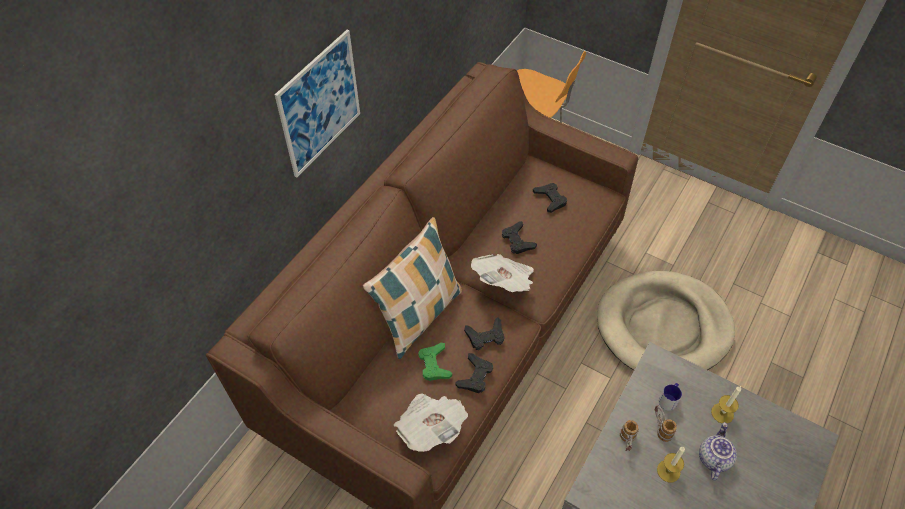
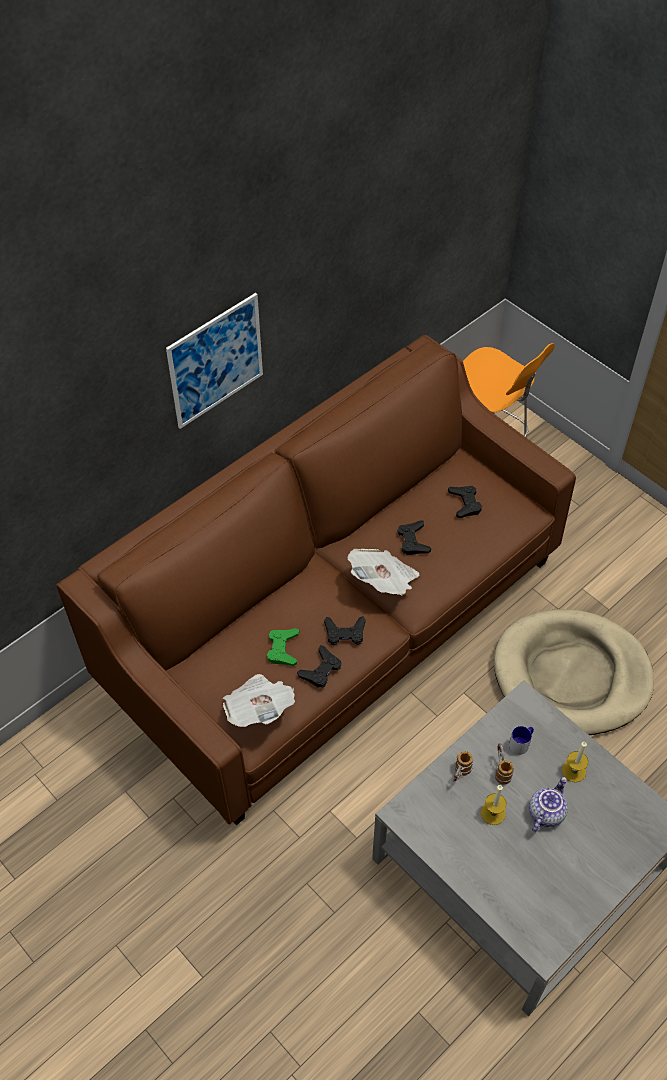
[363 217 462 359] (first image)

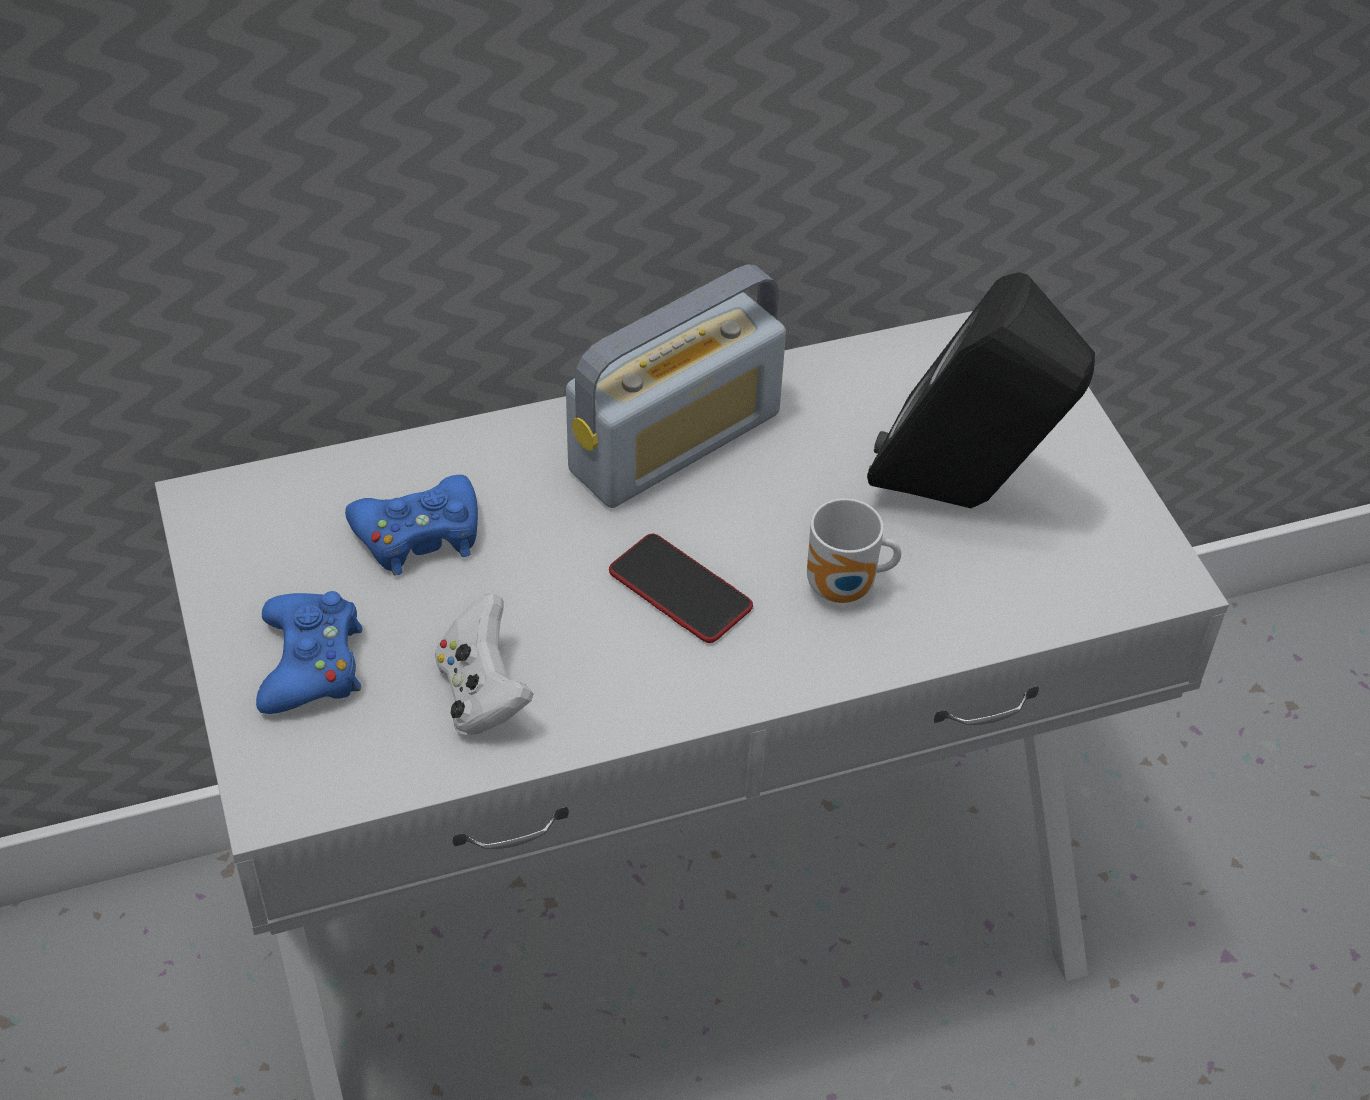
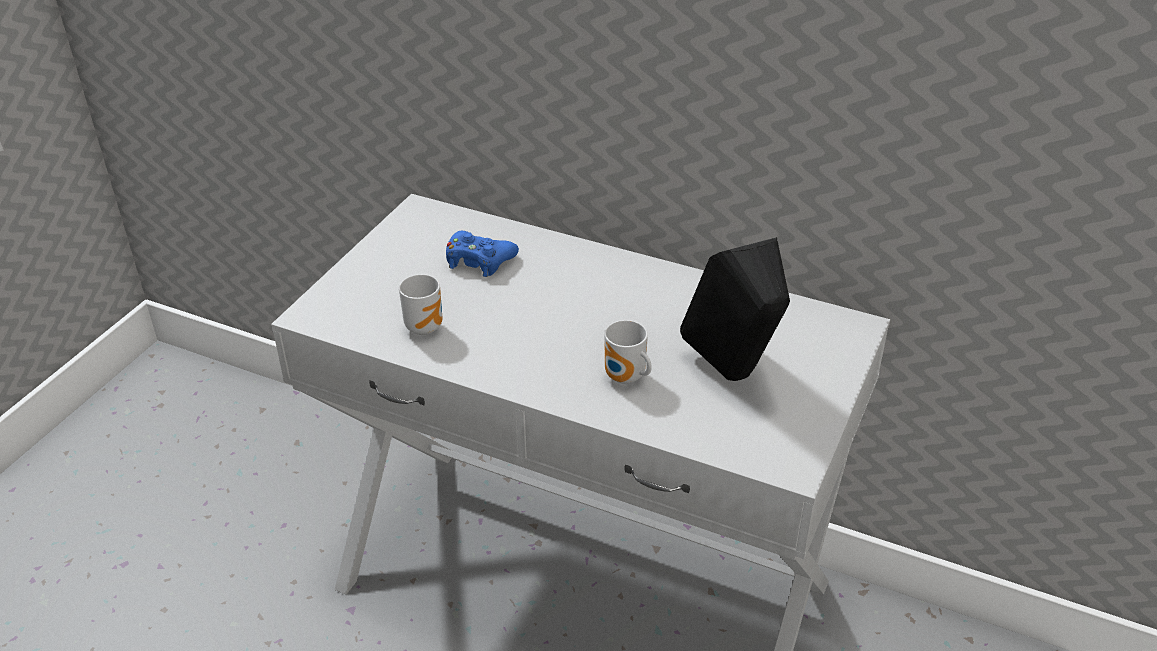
[256 591 362 714] (first image)
[566 264 786 508] (first image)
[609 534 753 643] (first image)
[399 274 442 335]

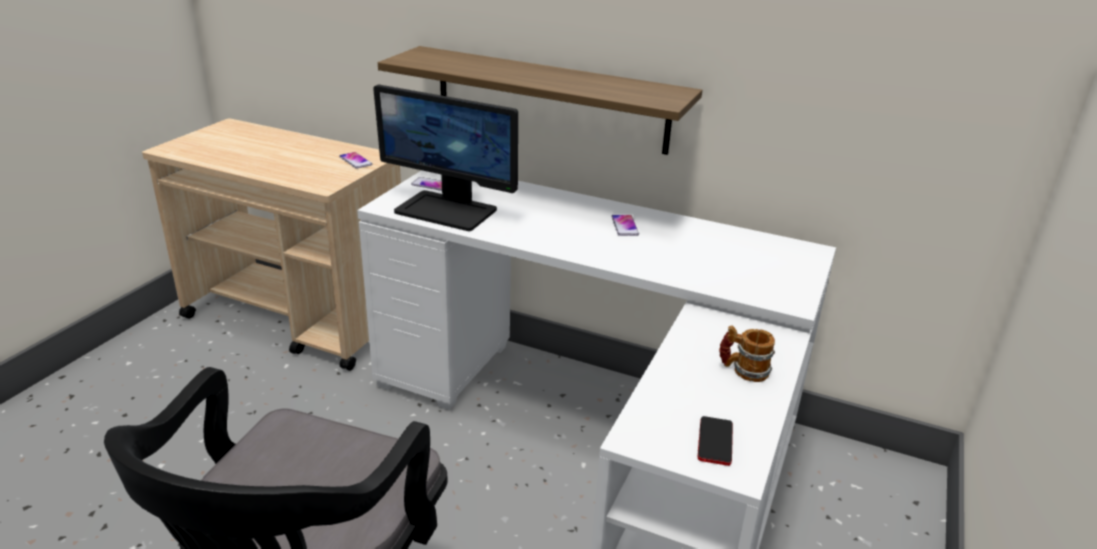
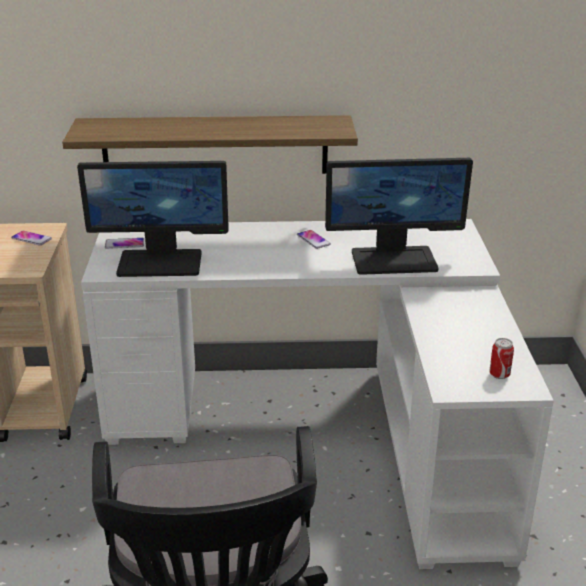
[719 325 775 382] (first image)
[325 158 473 275]
[489 338 514 379]

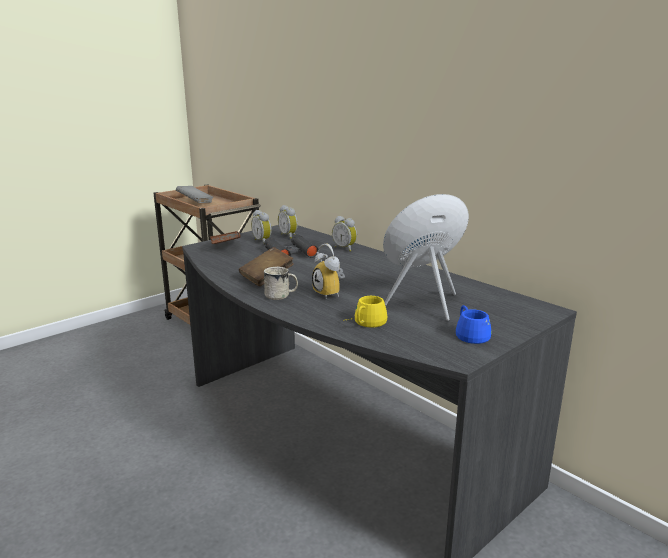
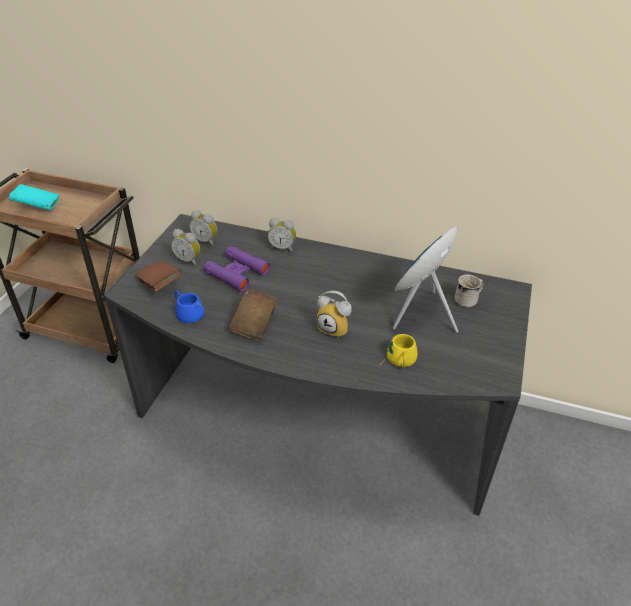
[455 275 483 307]
[174 290 204 323]
[9 184 59 210]
[203 246 270 292]

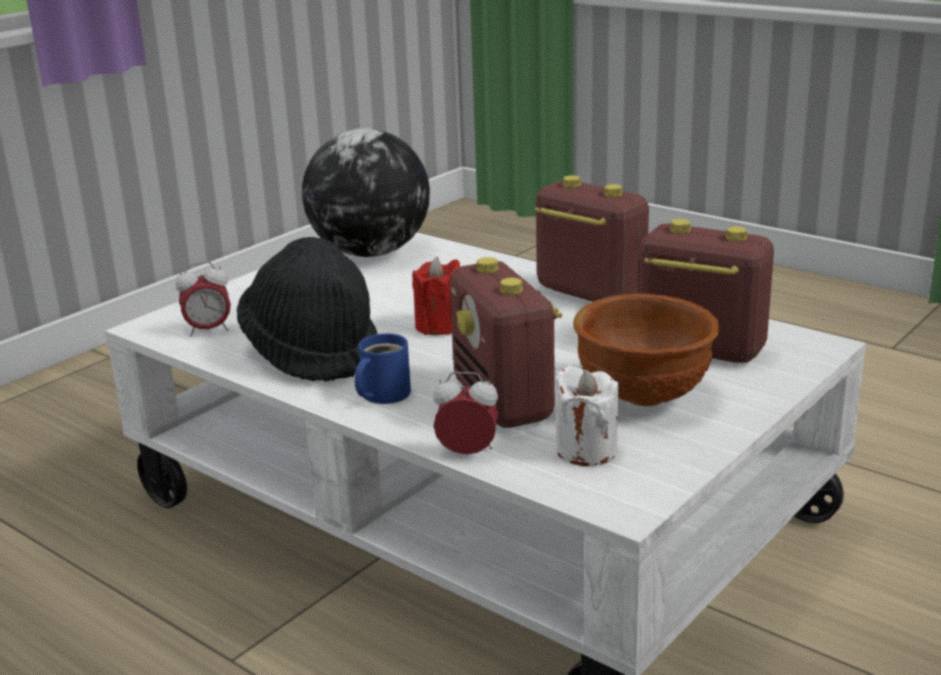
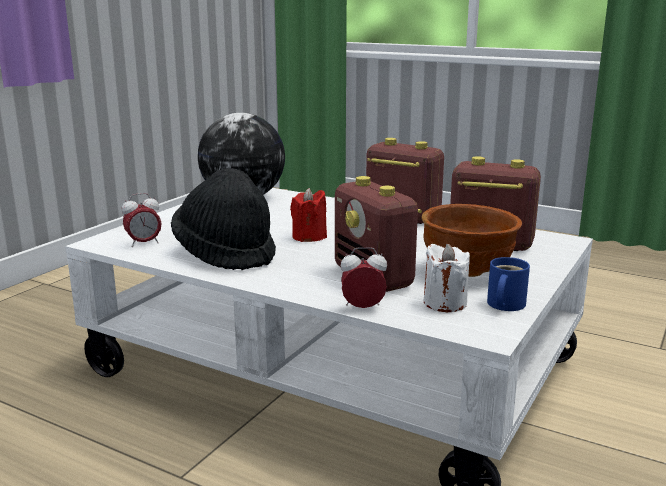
[487 257 530 311]

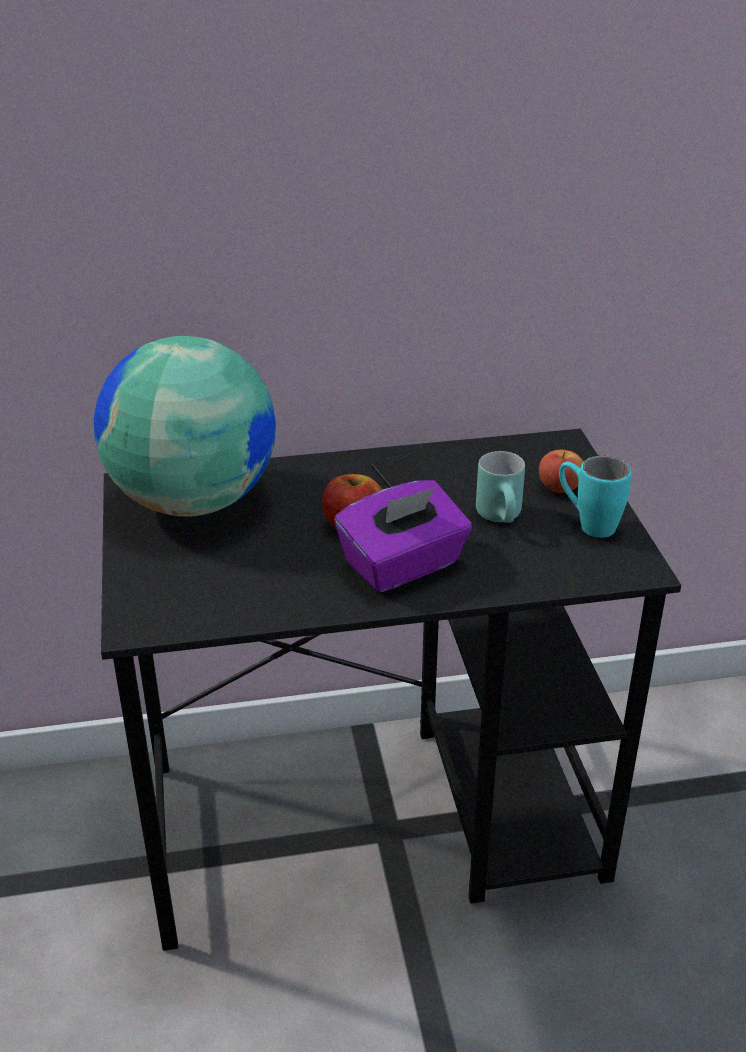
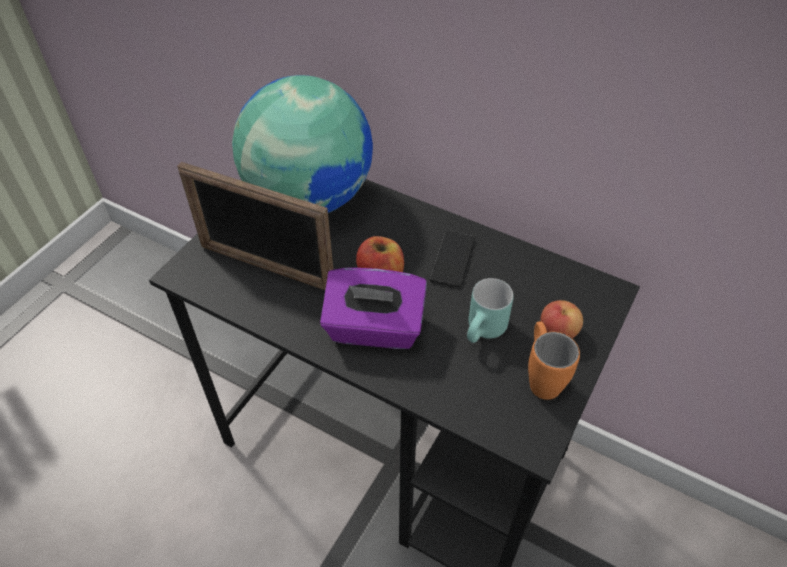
[177 162 333 290]
[528 321 580 400]

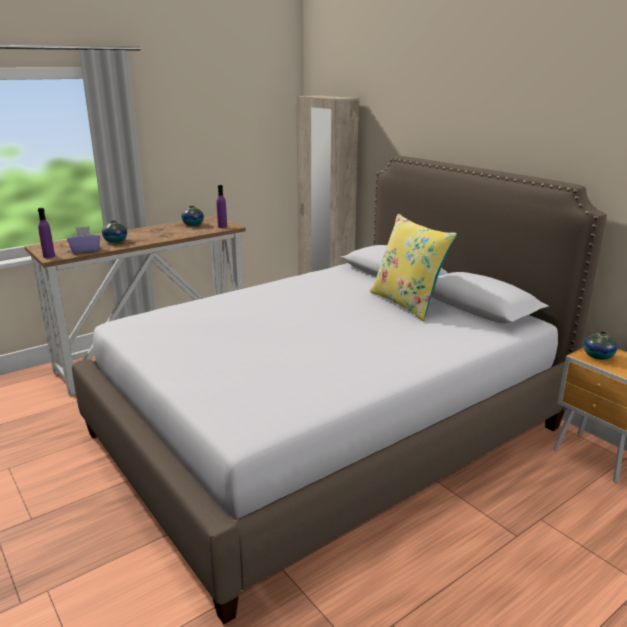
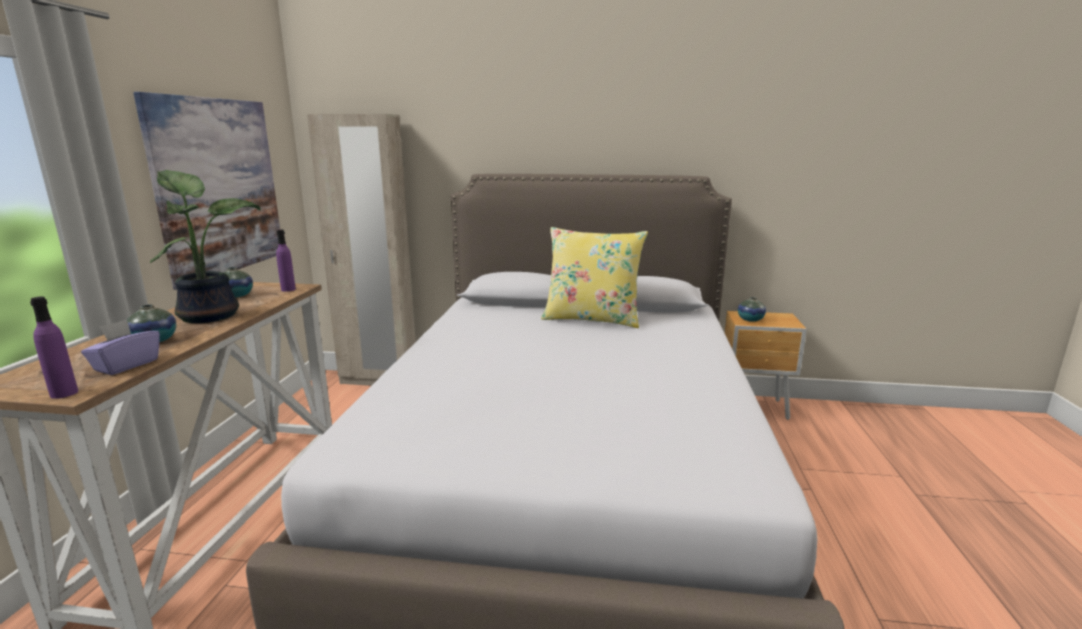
[133 92 280 290]
[150 170 261 323]

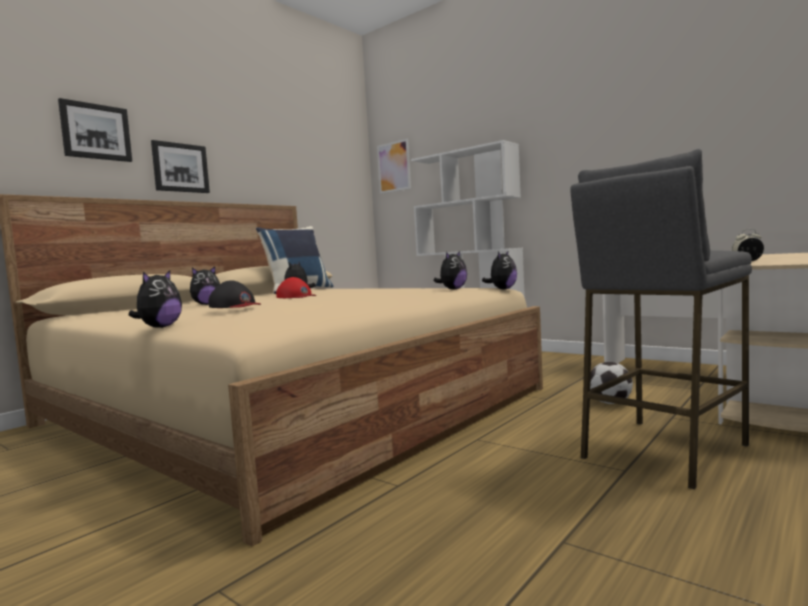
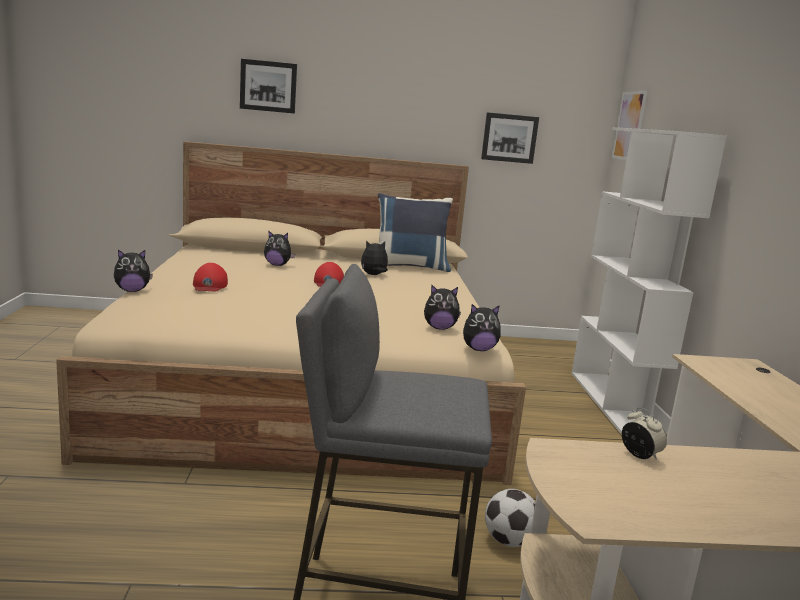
[481 112 539 164]
[193 263 228 292]

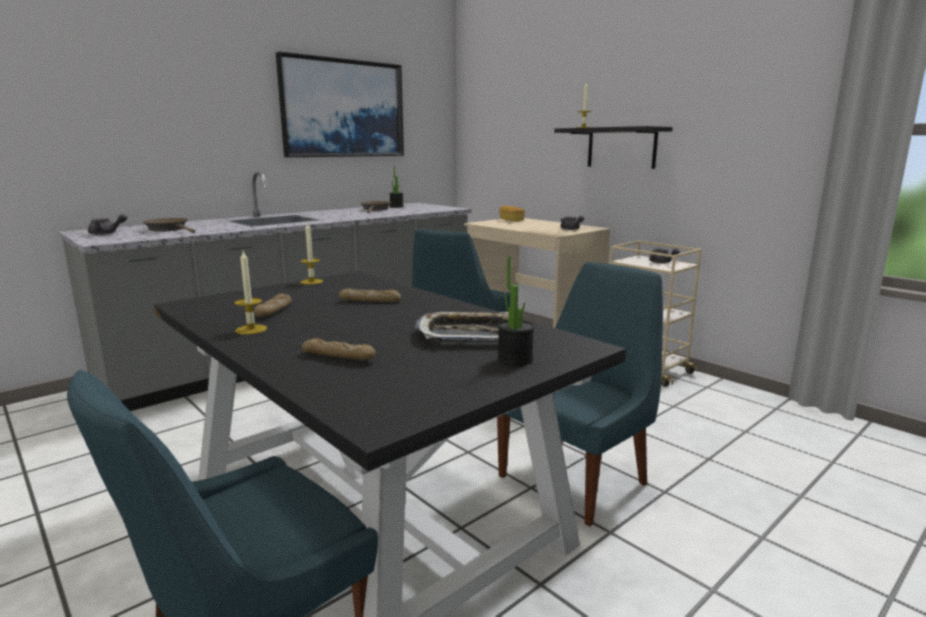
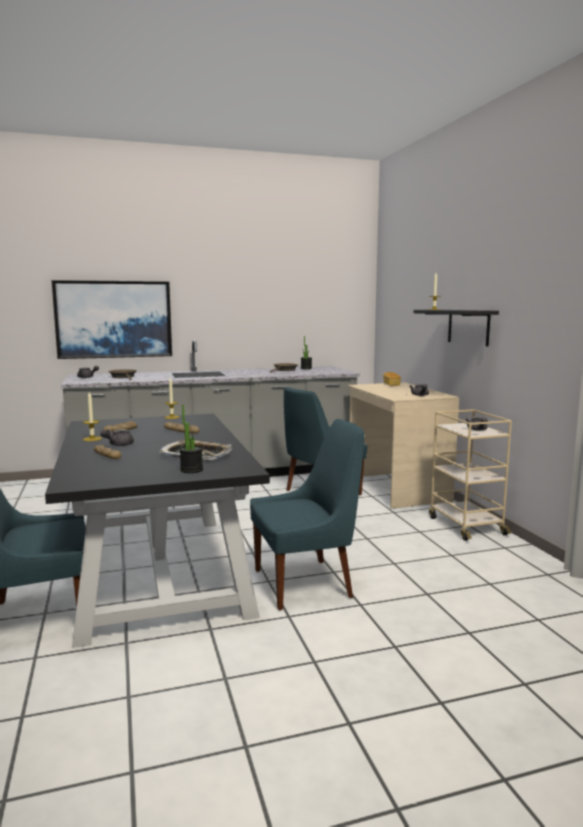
[100 429 134 446]
[52 280 172 359]

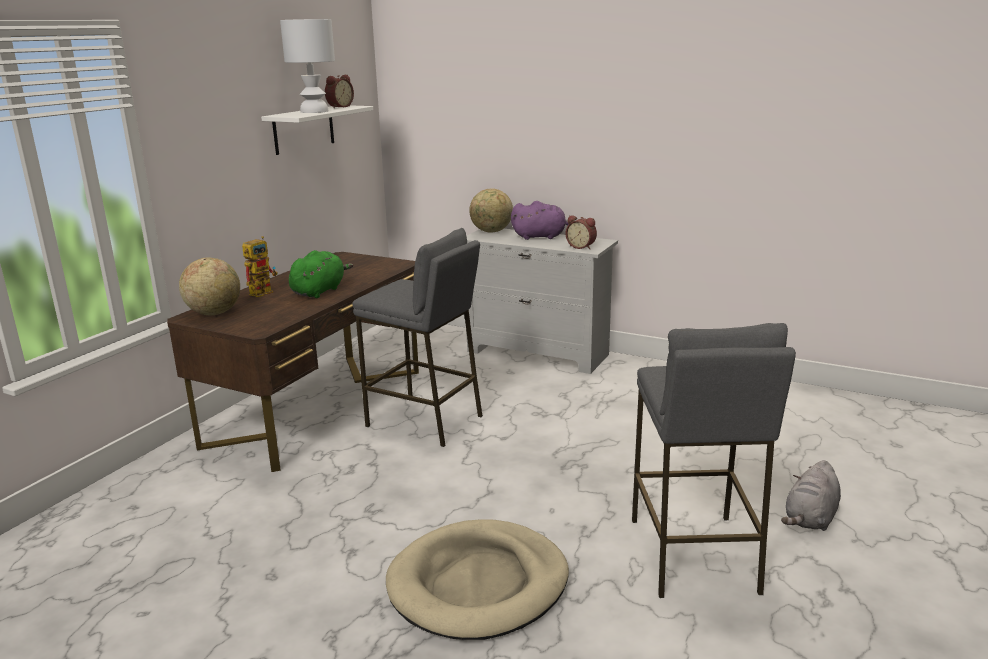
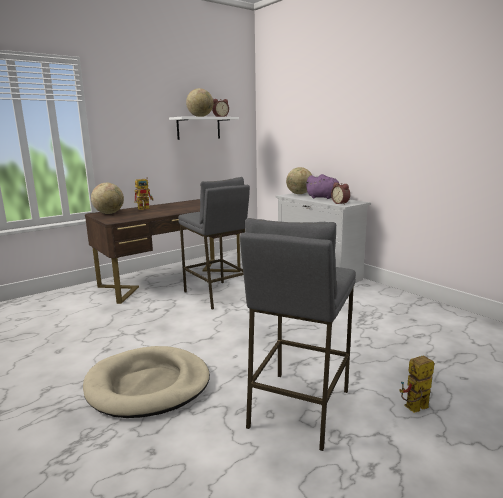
[289 250 353 298] (first image)
[186 88 213 117]
[399 355 434 413]

